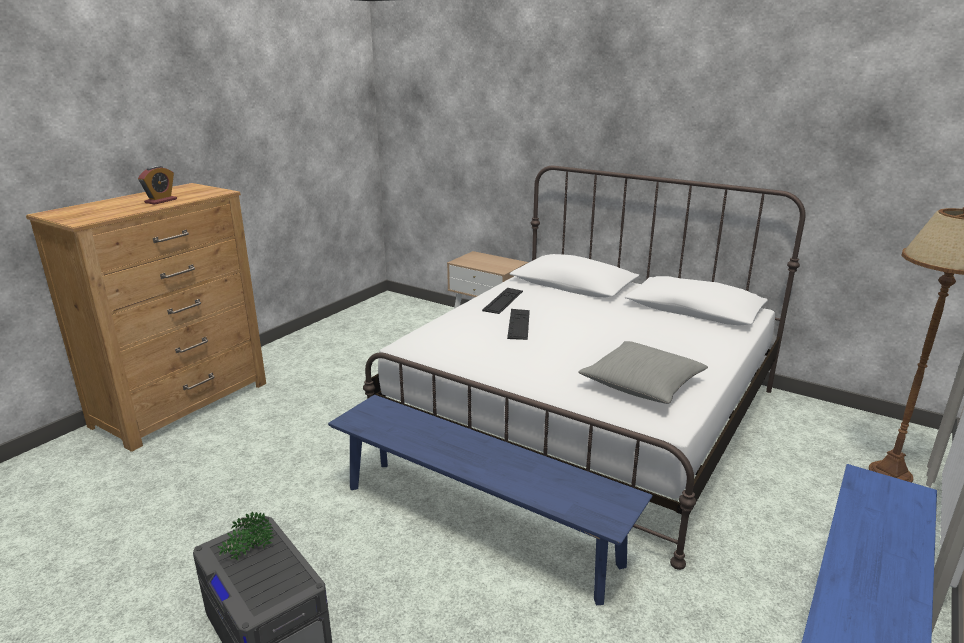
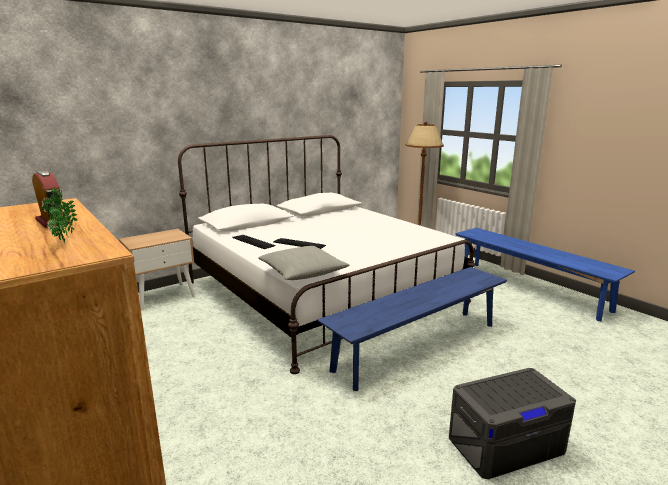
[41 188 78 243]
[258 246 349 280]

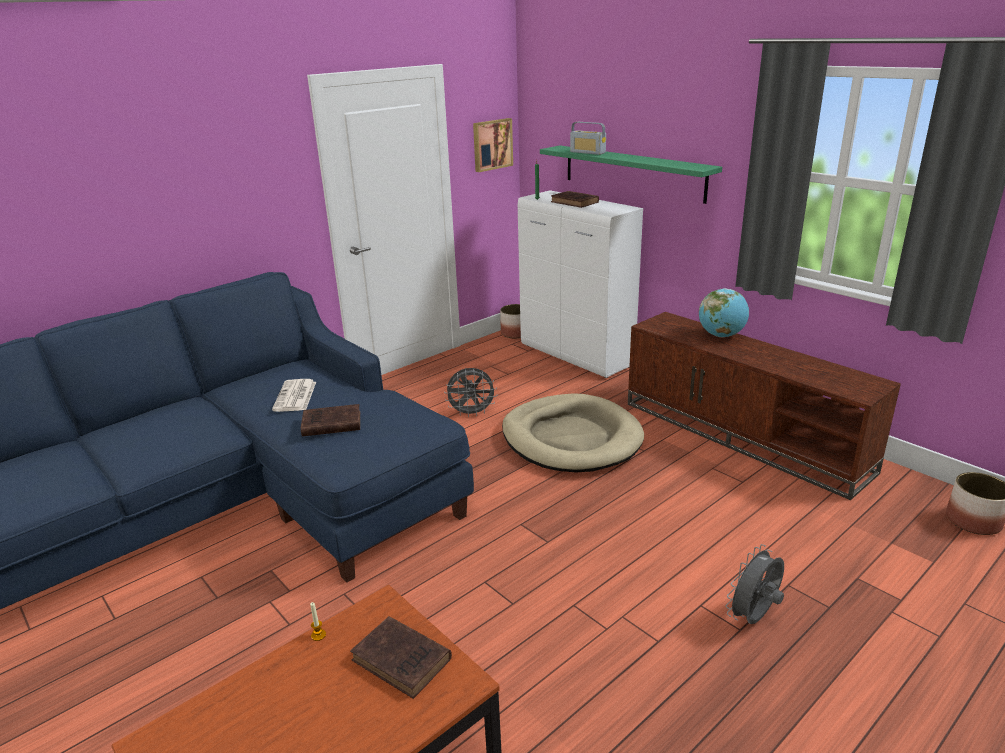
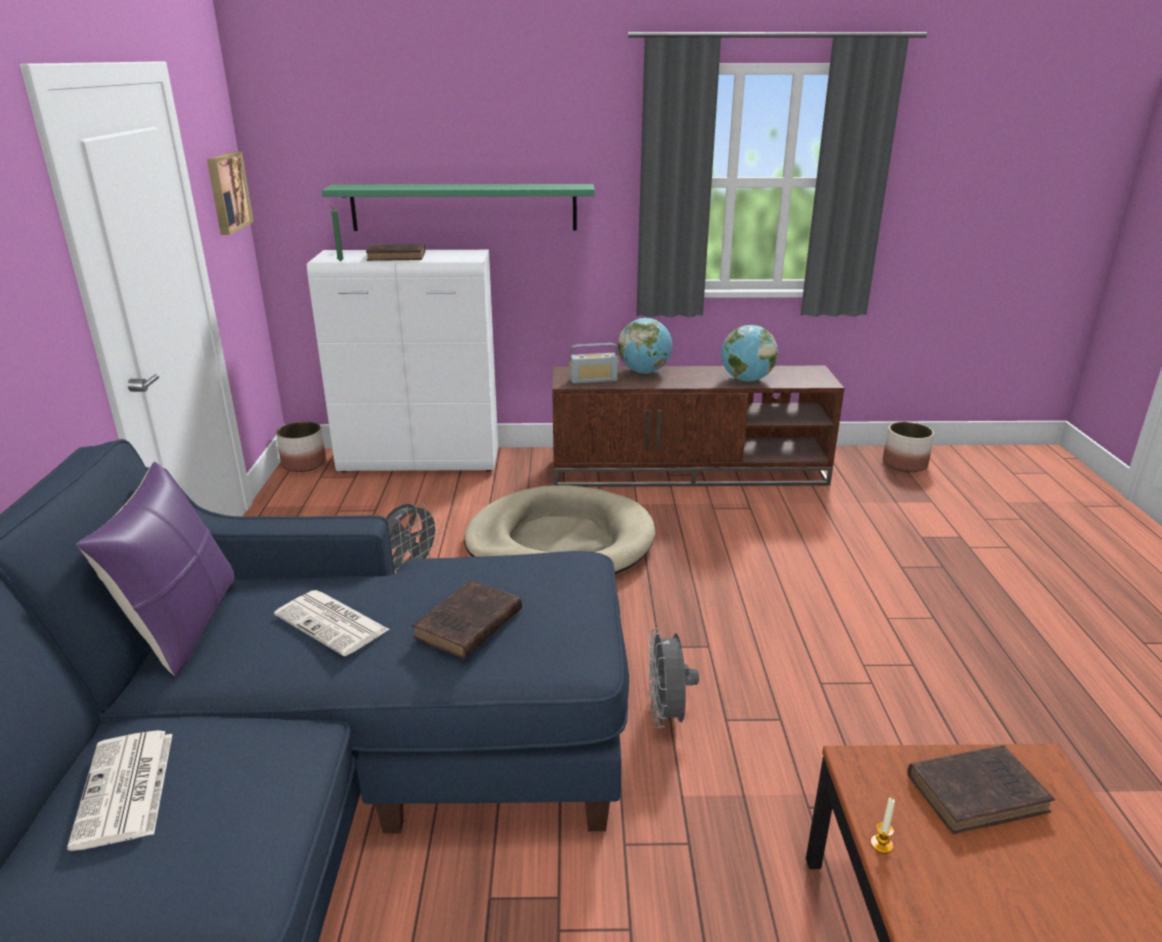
[67 730 172 851]
[77 462 235 677]
[721 325 778 382]
[569 343 619 384]
[647 628 699 728]

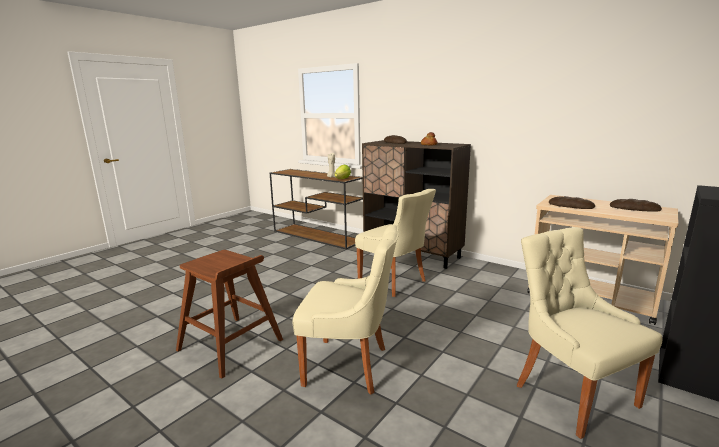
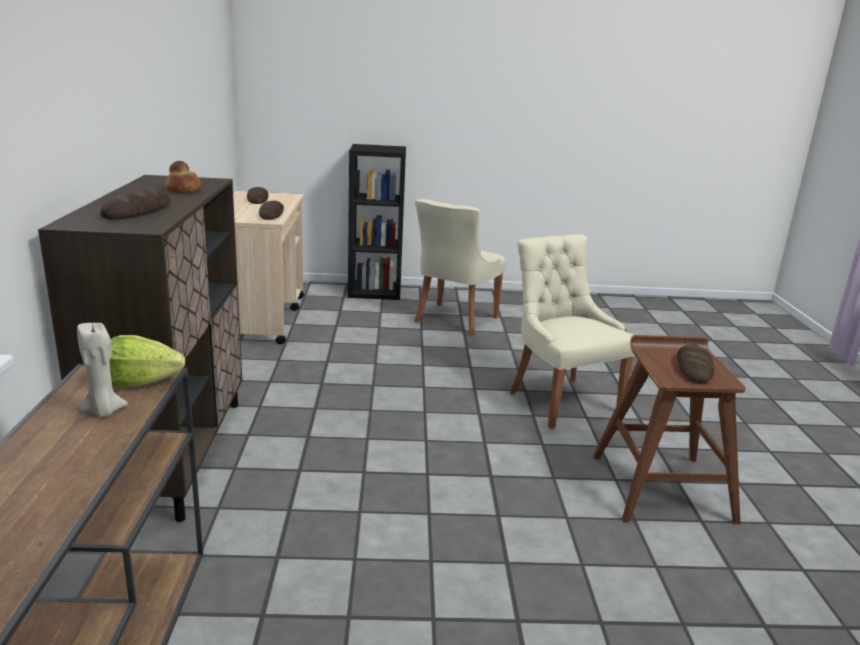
[355 189 436 297] (first image)
[677 344 715 383]

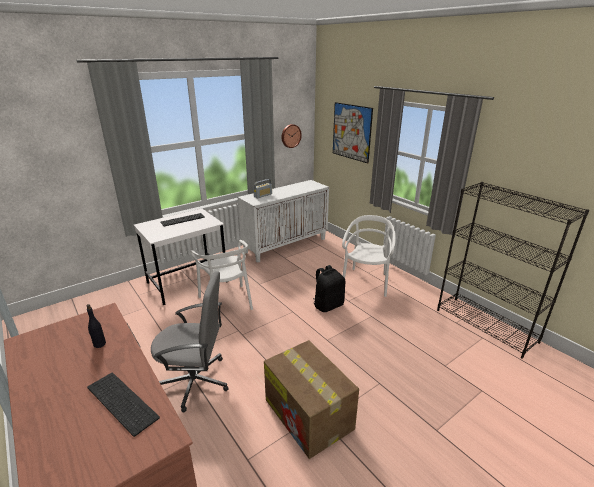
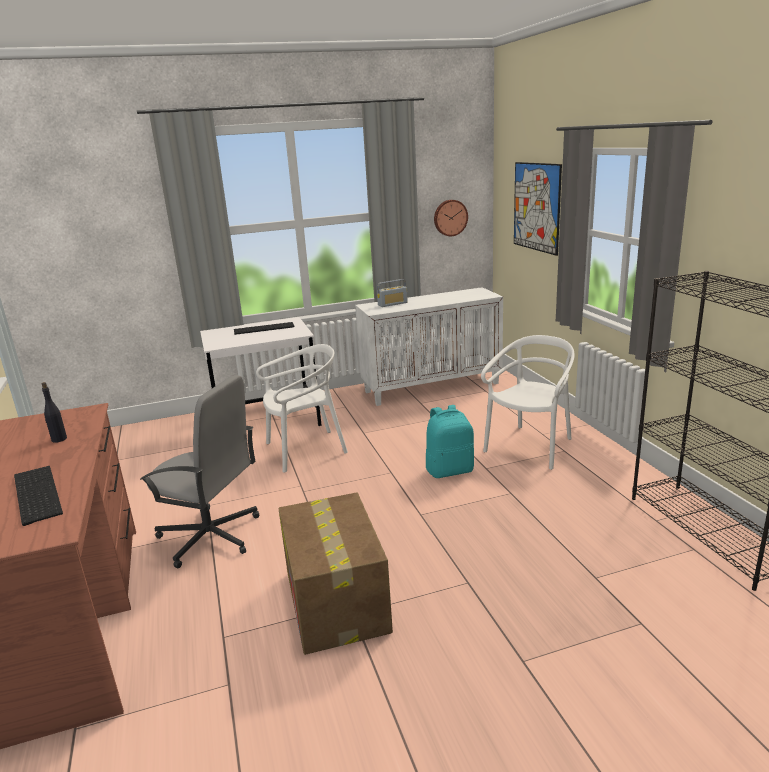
[426 405 474 478]
[256 344 348 473]

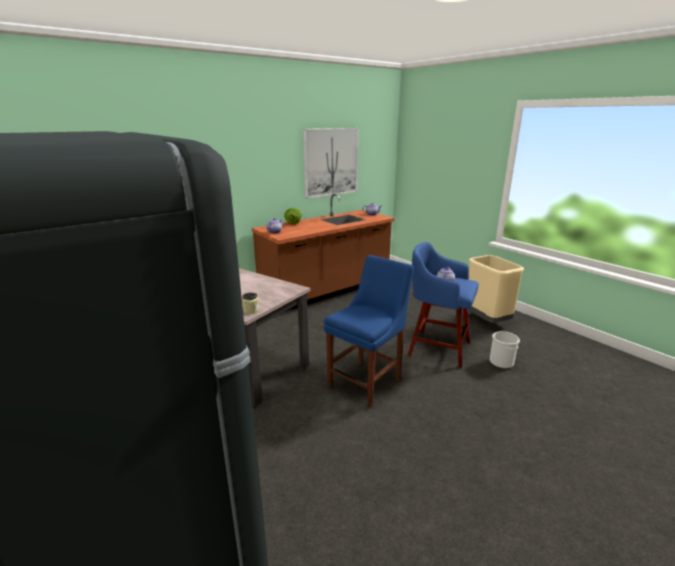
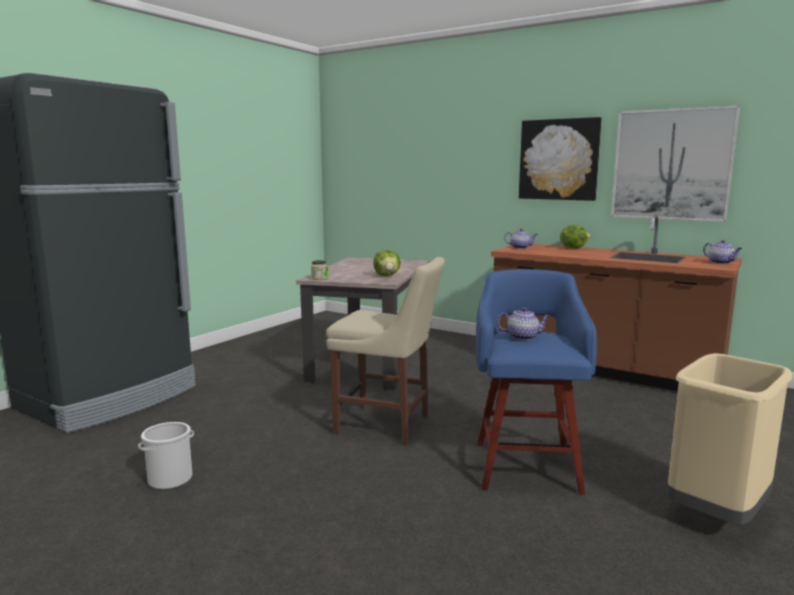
[373 250 401 276]
[519 117 602 201]
[138 422 194 490]
[326 257 445 445]

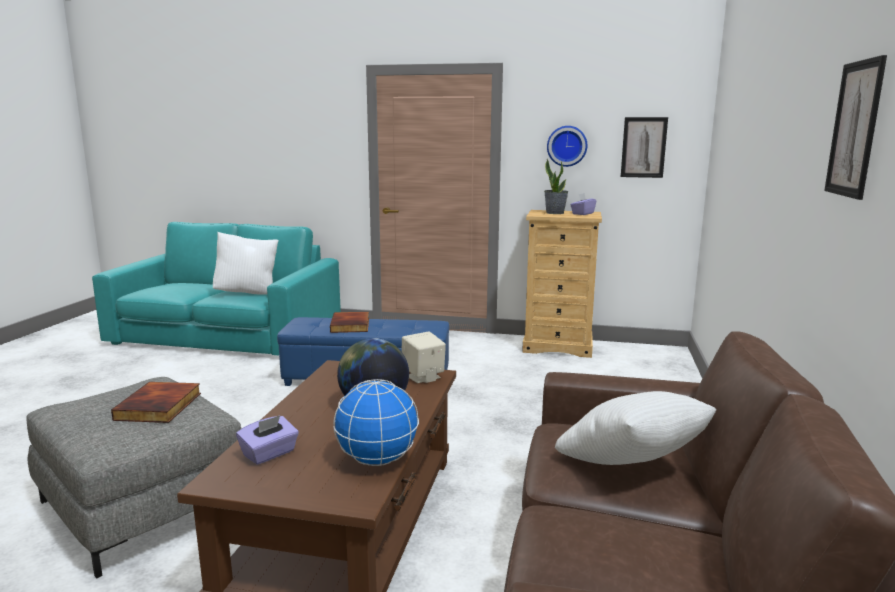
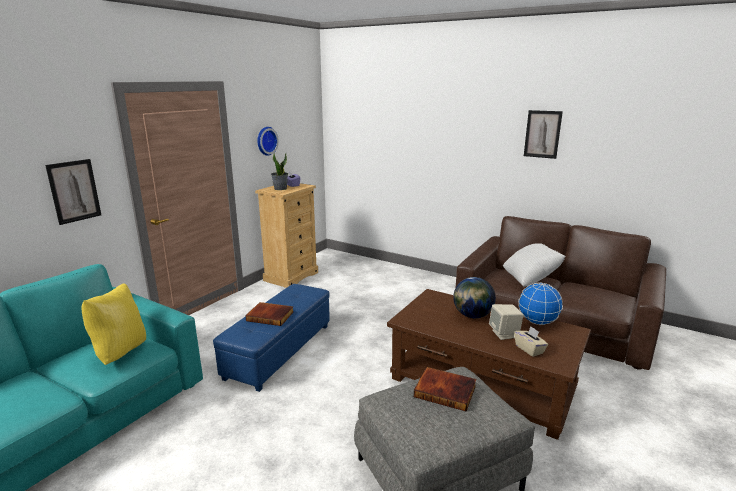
[489 304 524 340]
[45 159 101 225]
[81 283 146 365]
[514 326 548 357]

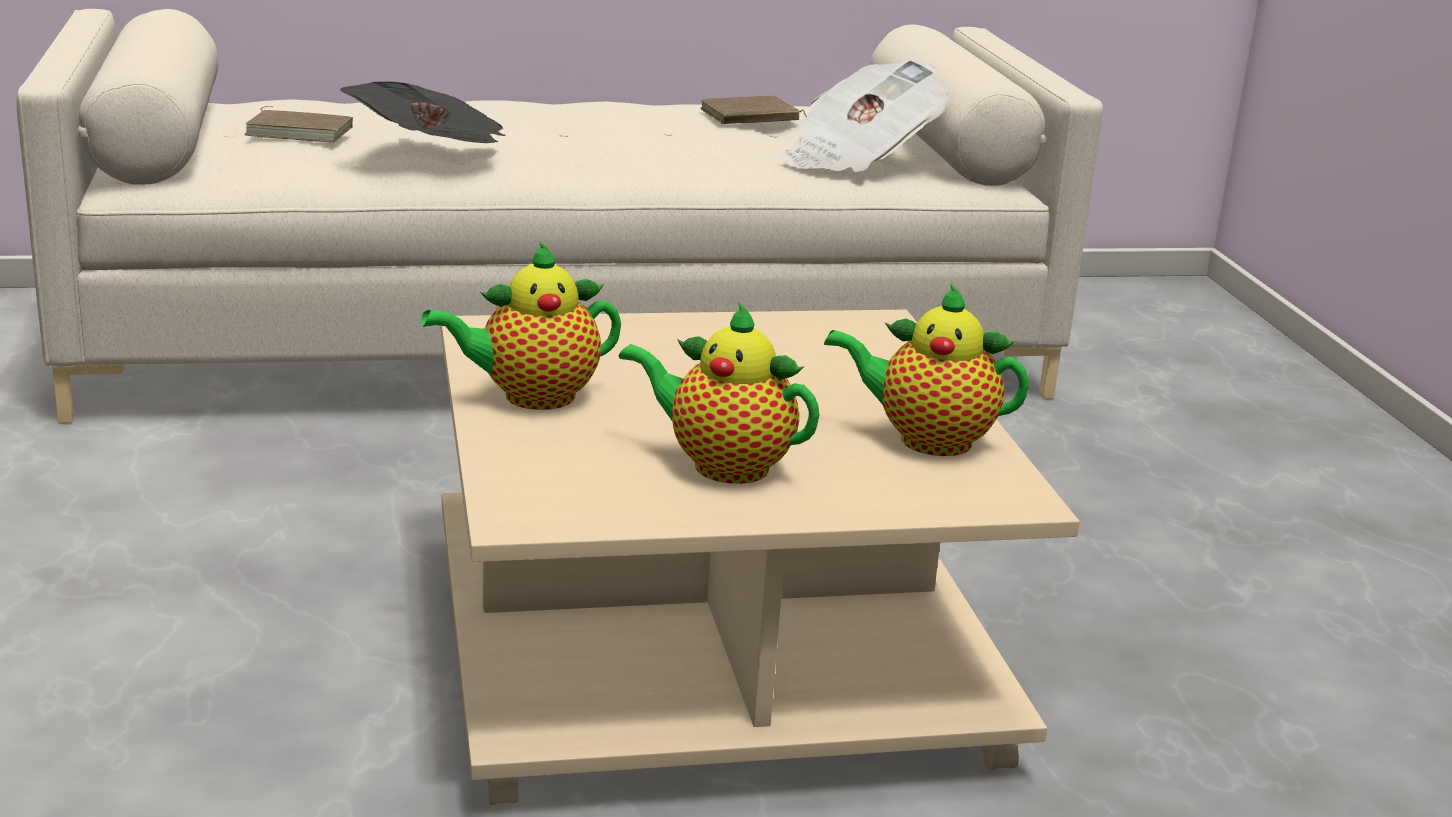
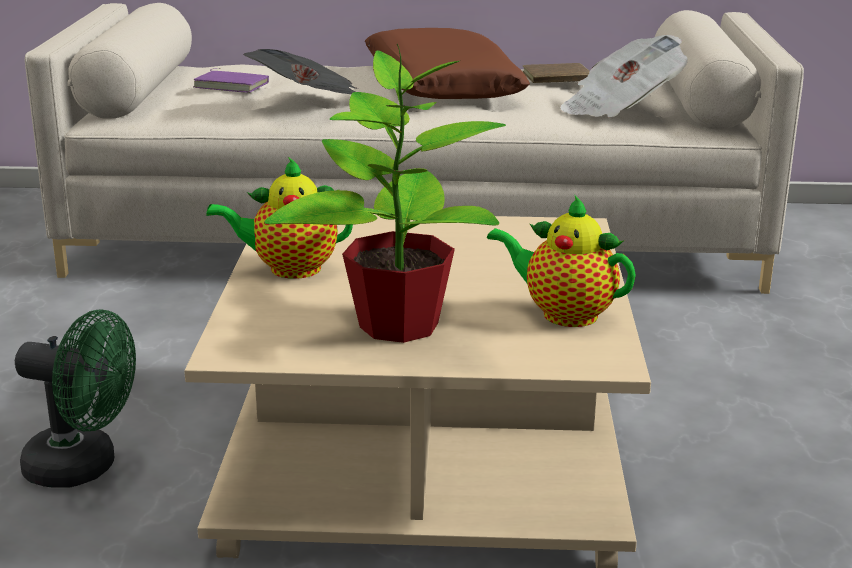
[15 309 136 488]
[365 28 530 99]
[264 44 506 343]
[193 68 269 93]

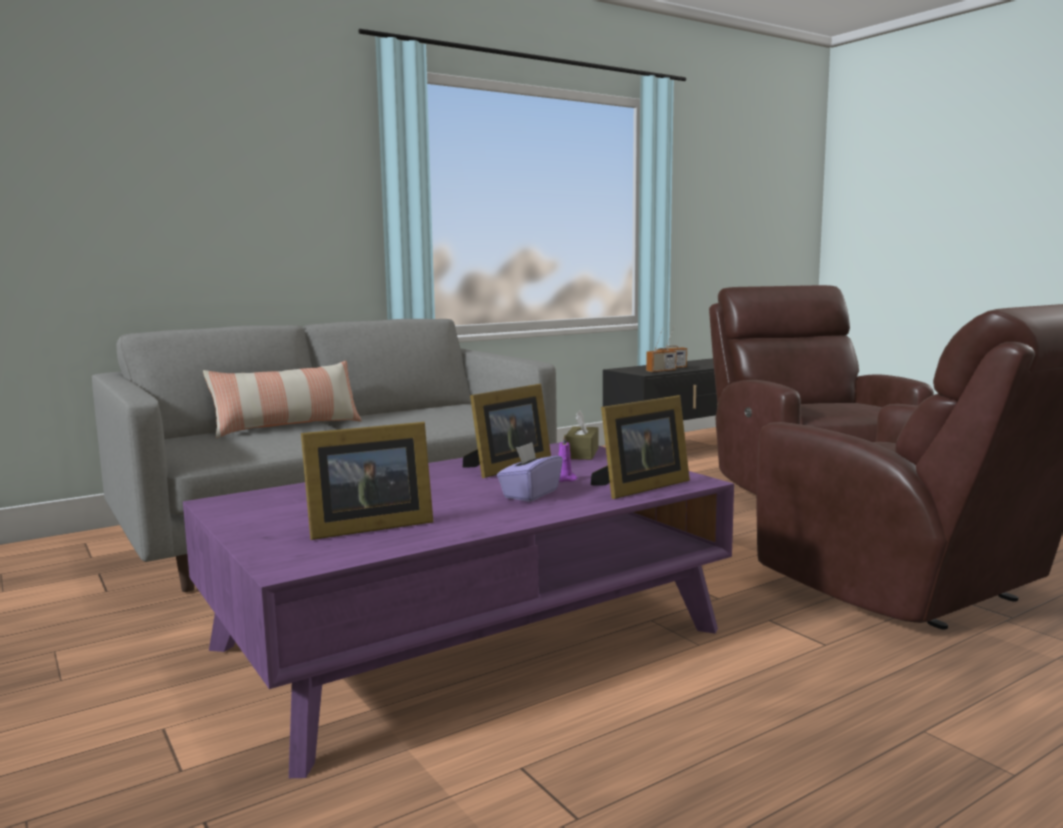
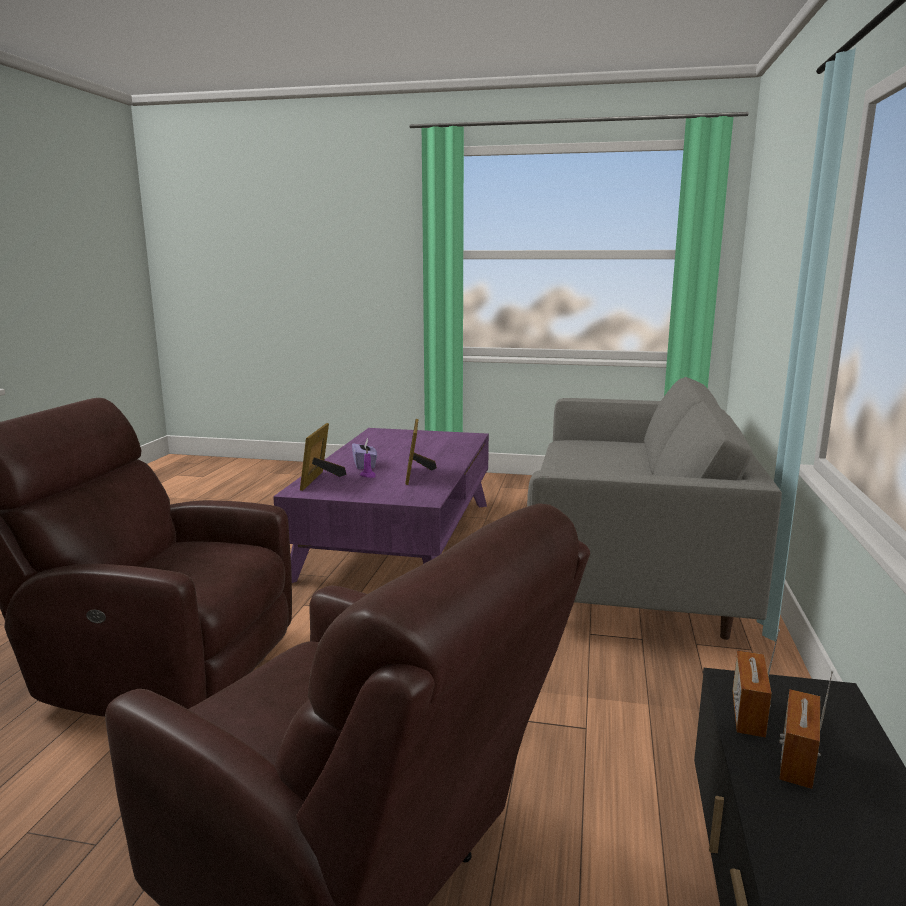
[203 361 362 438] (first image)
[301 422 433 540] (first image)
[566 410 599 460] (first image)

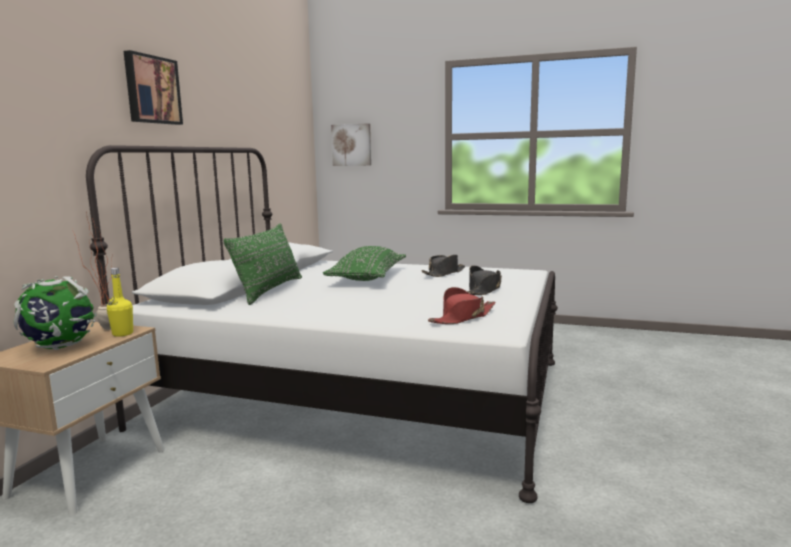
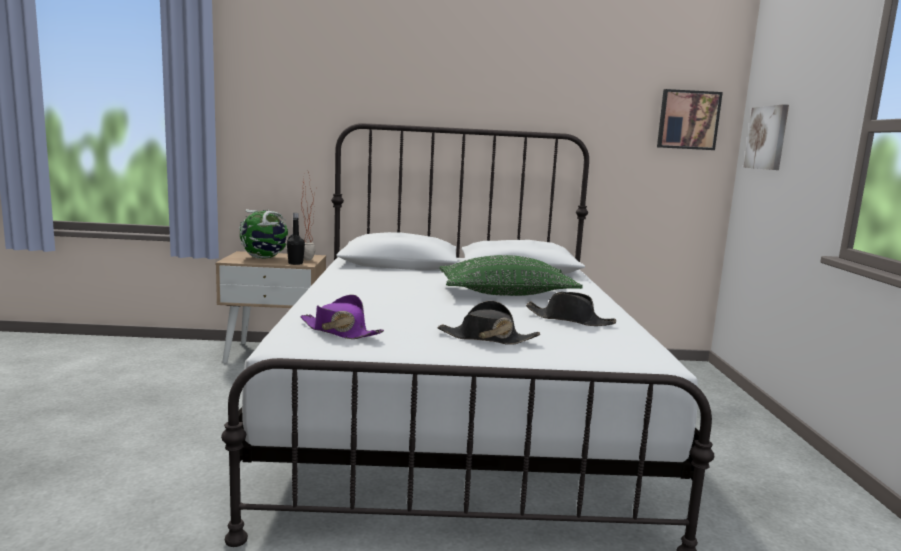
[223 224 302 305] (first image)
[657 89 723 150]
[287 213 305 265]
[301 295 384 339]

